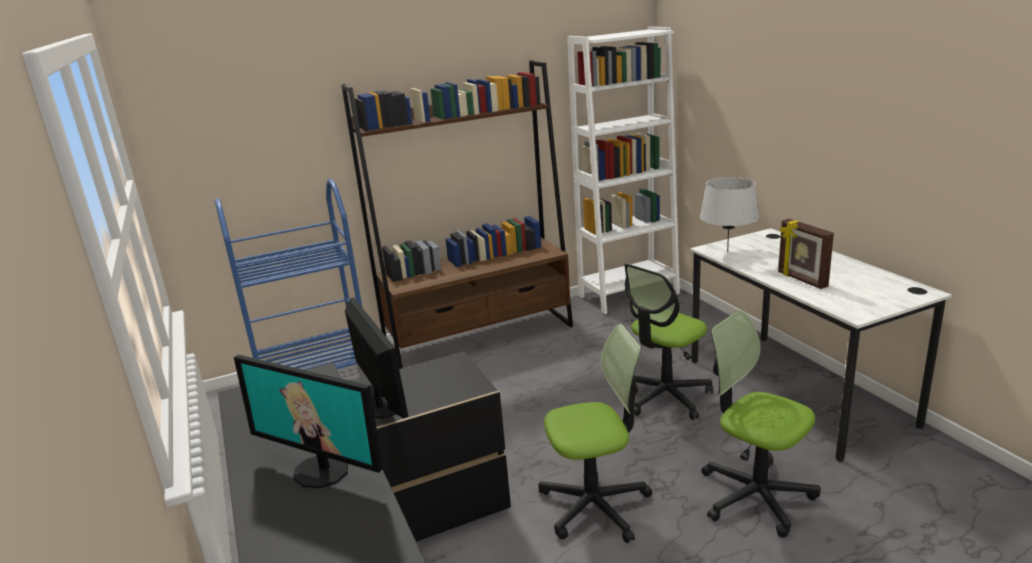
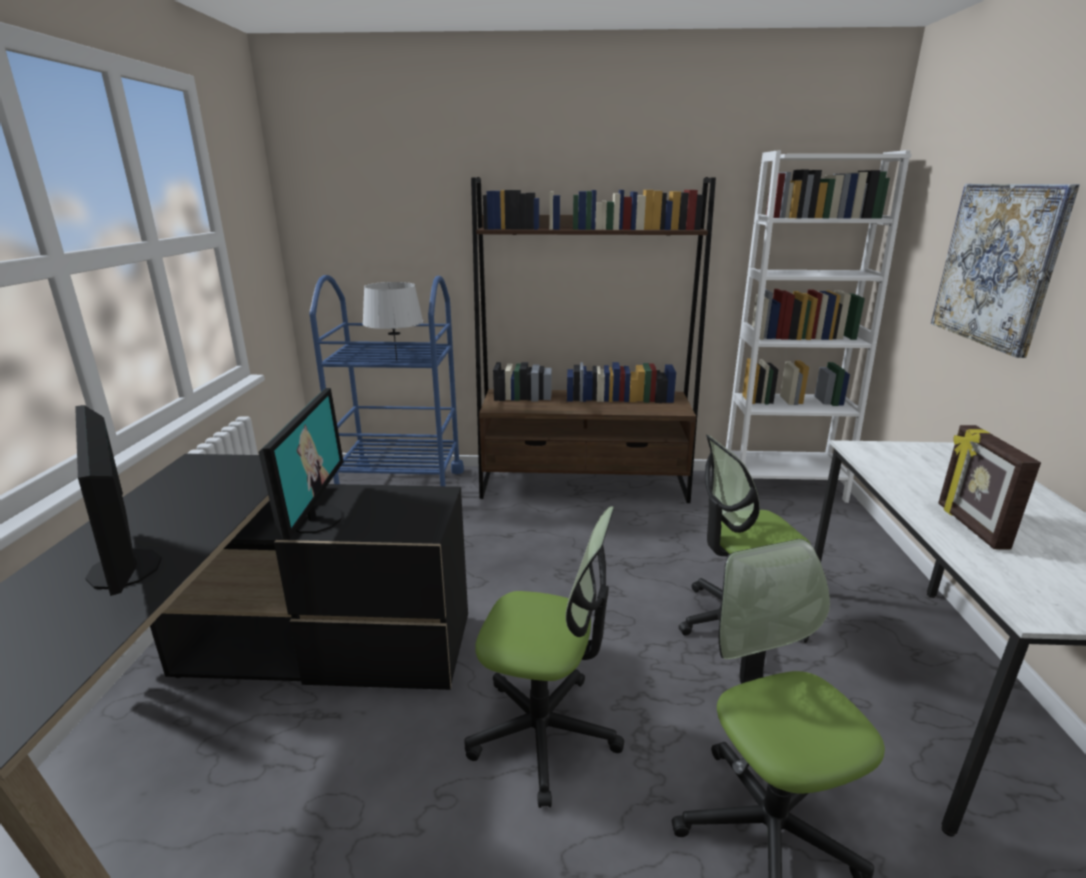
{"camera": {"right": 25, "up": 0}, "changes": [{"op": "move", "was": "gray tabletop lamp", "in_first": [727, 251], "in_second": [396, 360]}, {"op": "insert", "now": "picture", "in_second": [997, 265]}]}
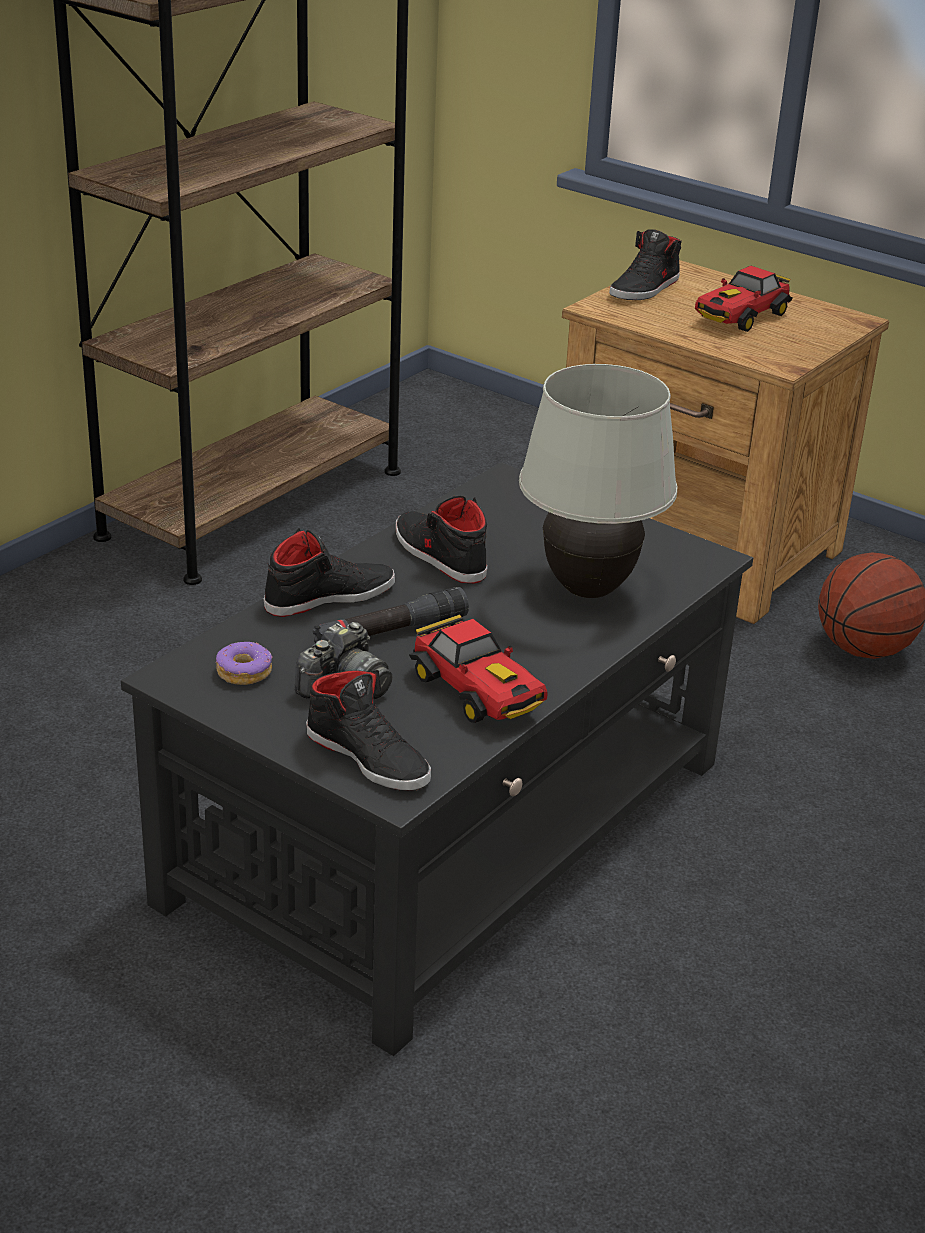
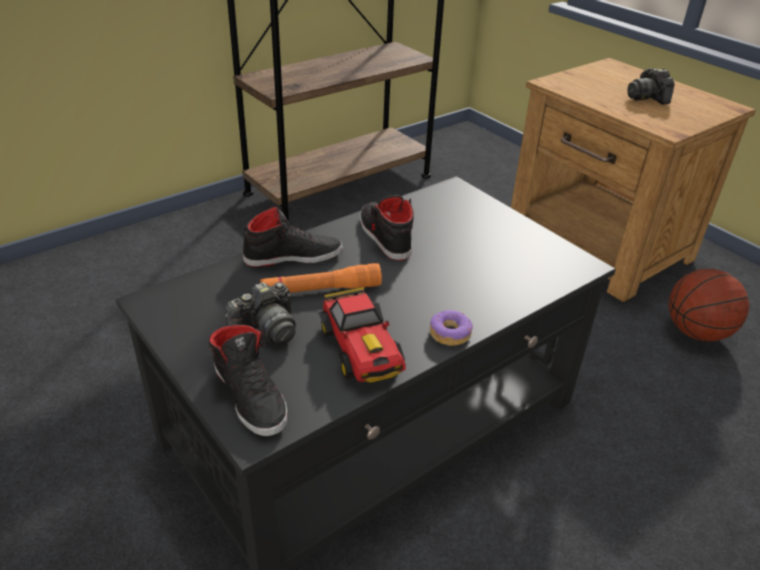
{"camera": {"right": 15, "up": 5}, "changes": [{"op": "delete", "was": "black shoe", "in_first": [645, 289]}, {"op": "replace", "was": "miniature car", "now": "still camera", "in_first": [740, 317], "in_second": [647, 97]}, {"op": "delete", "was": "whitish tabletop lamp", "in_first": [587, 589]}, {"op": "recolor", "was": "black hand torch", "now": "orangey hand torch", "in_first": [390, 632], "in_second": [321, 290]}, {"op": "move", "was": "ring doughnut", "in_first": [244, 672], "in_second": [450, 333]}]}
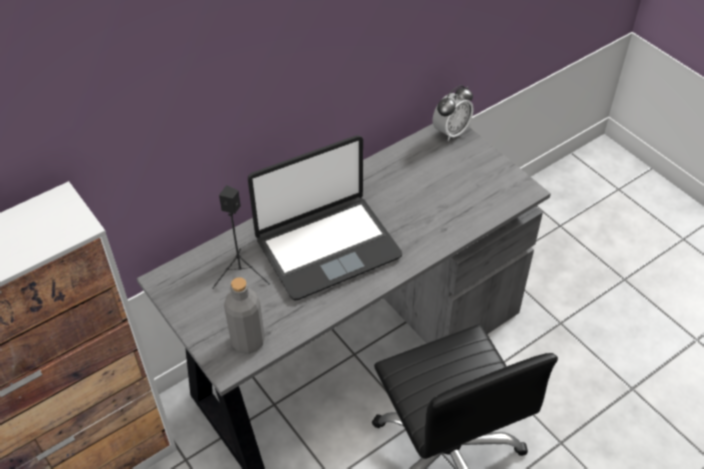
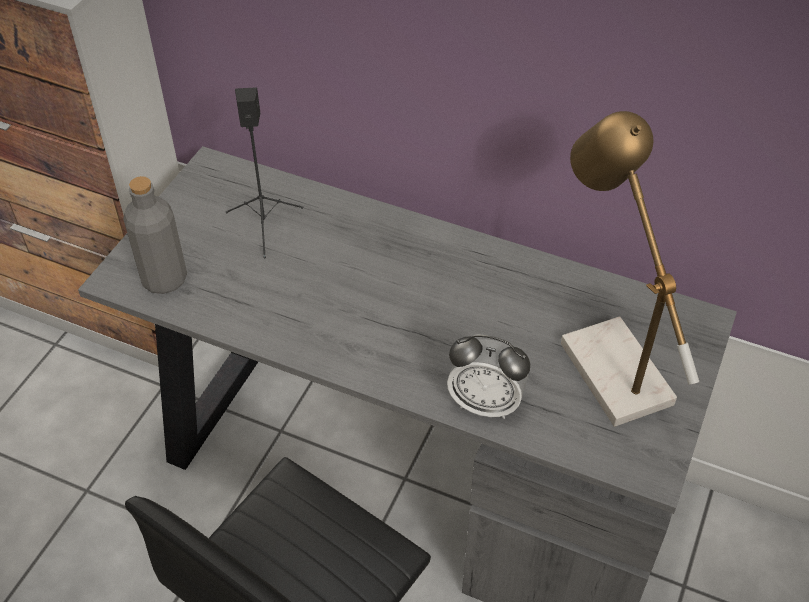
{"camera": {"right": 60, "up": 0}, "changes": [{"op": "move", "was": "table clock", "in_first": [451, 132], "in_second": [485, 403]}, {"op": "delete", "was": "notebook computer", "in_first": [327, 247]}, {"op": "insert", "now": "tabletop lamp", "in_second": [605, 361]}]}
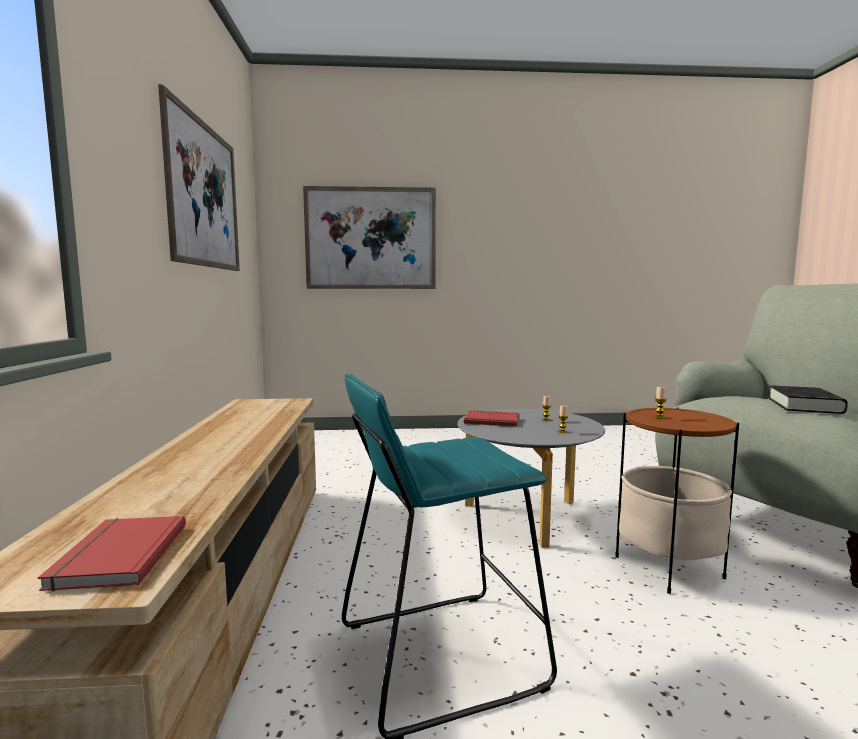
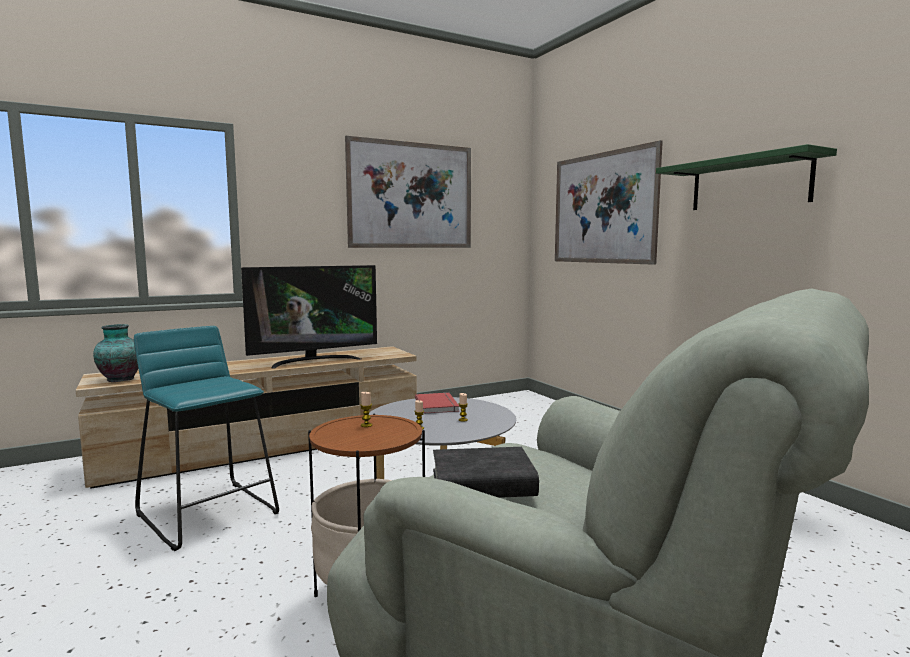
{"camera": {"right": 65, "up": 0}, "changes": [{"op": "replace", "was": "red-coloured book", "now": "flower vase", "in_first": [116, 556], "in_second": [119, 379]}, {"op": "insert", "now": "green shelf", "in_second": [749, 183]}, {"op": "insert", "now": "television", "in_second": [314, 361]}]}
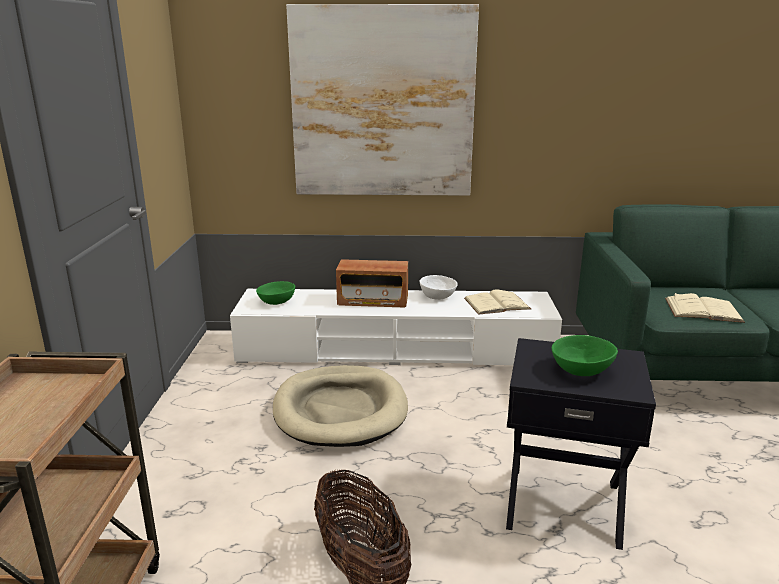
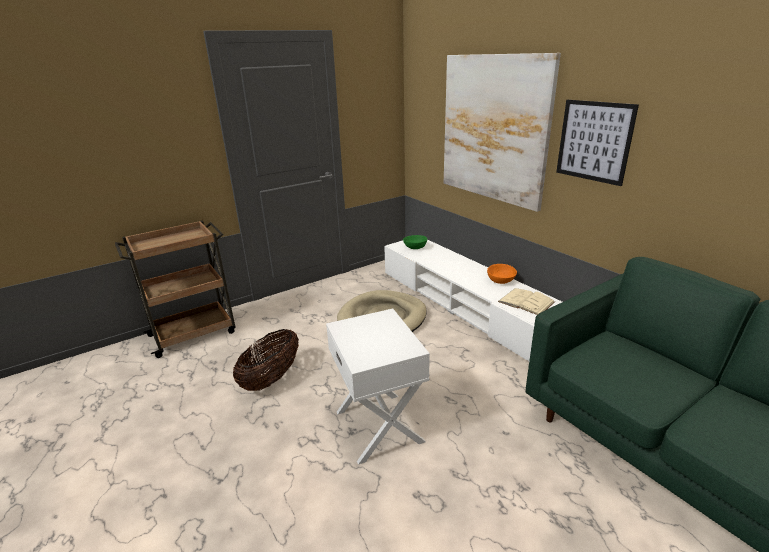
{"camera": {"right": 55, "up": 5}, "changes": [{"op": "delete", "was": "radio", "in_first": [373, 301]}, {"op": "recolor", "was": "whitish serving bowl", "now": "orangey serving bowl", "in_first": [437, 296], "in_second": [500, 280]}, {"op": "delete", "was": "beige book", "in_first": [703, 310]}, {"op": "delete", "was": "green serving bowl", "in_first": [582, 370]}, {"op": "recolor", "was": "black end table", "now": "whitish end table", "in_first": [563, 503], "in_second": [380, 426]}, {"op": "insert", "now": "picture", "in_second": [594, 141]}]}
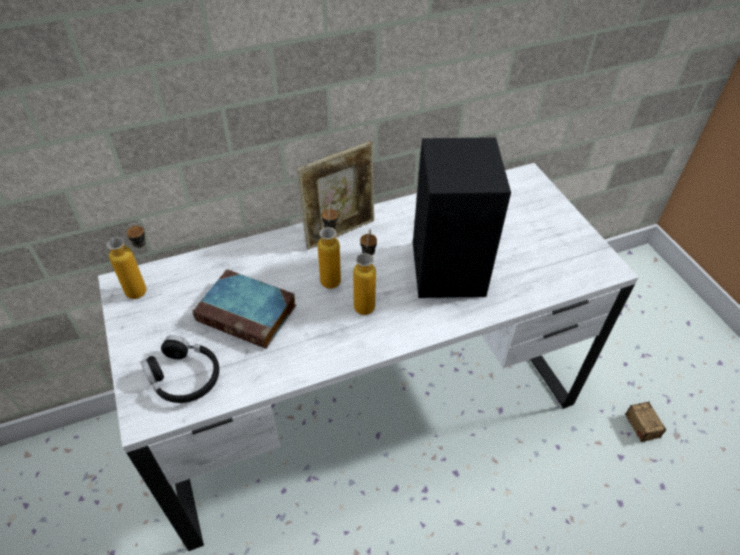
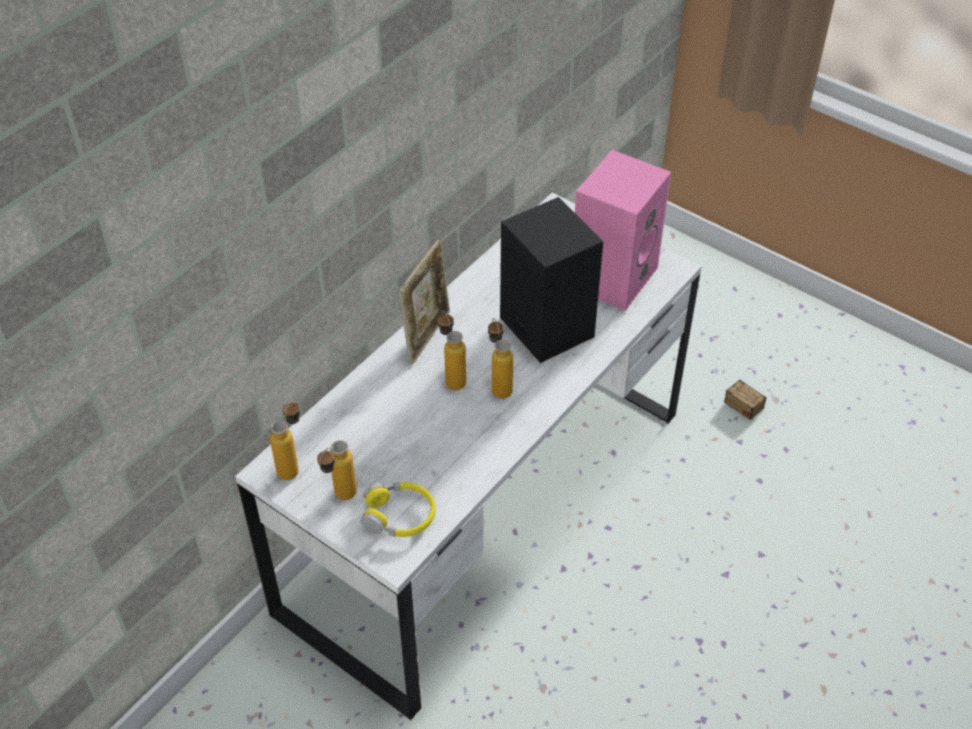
{"camera": {"right": -30, "up": 0}, "changes": [{"op": "delete", "was": "book", "in_first": [249, 313]}, {"op": "recolor", "was": "black headset", "now": "yellow-coloured headset", "in_first": [184, 377], "in_second": [399, 516]}, {"op": "insert", "now": "pinkish audio speaker", "in_second": [613, 275]}, {"op": "insert", "now": "drink bottle", "in_second": [340, 498]}]}
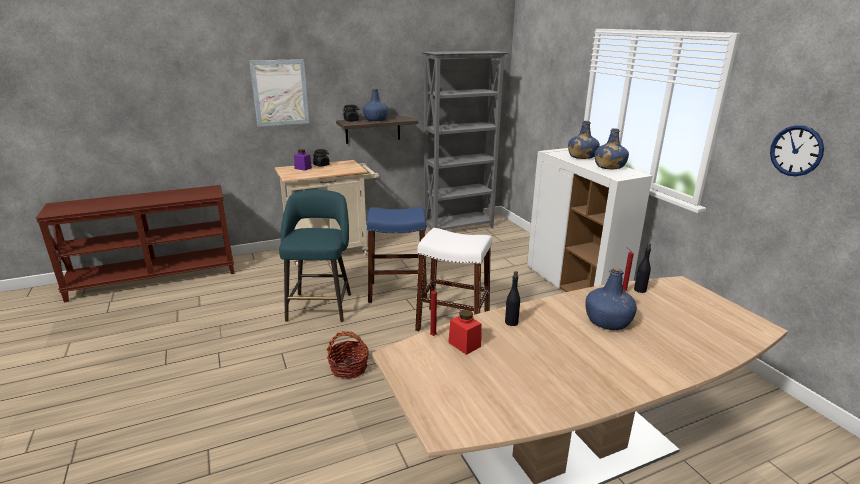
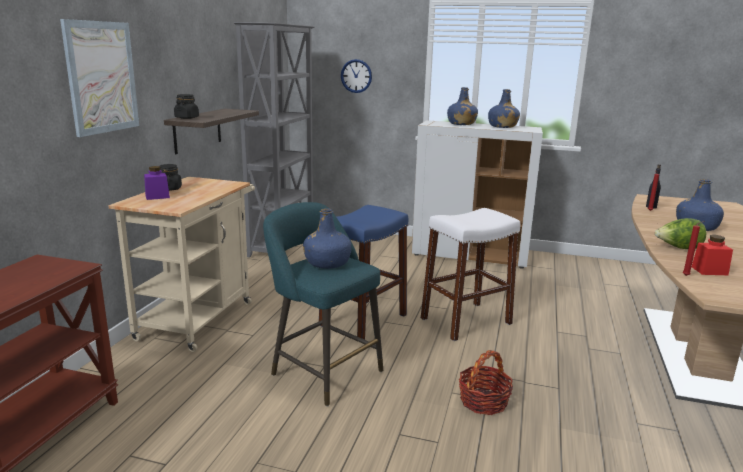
{"camera": {"right": -50, "up": -5}, "changes": [{"op": "move", "was": "blue drink bottle", "in_first": [376, 120], "in_second": [327, 263]}, {"op": "move", "was": "wall clock", "in_first": [796, 151], "in_second": [356, 76]}, {"op": "replace", "was": "black drink bottle", "now": "lettuce", "in_first": [511, 322], "in_second": [678, 248]}]}
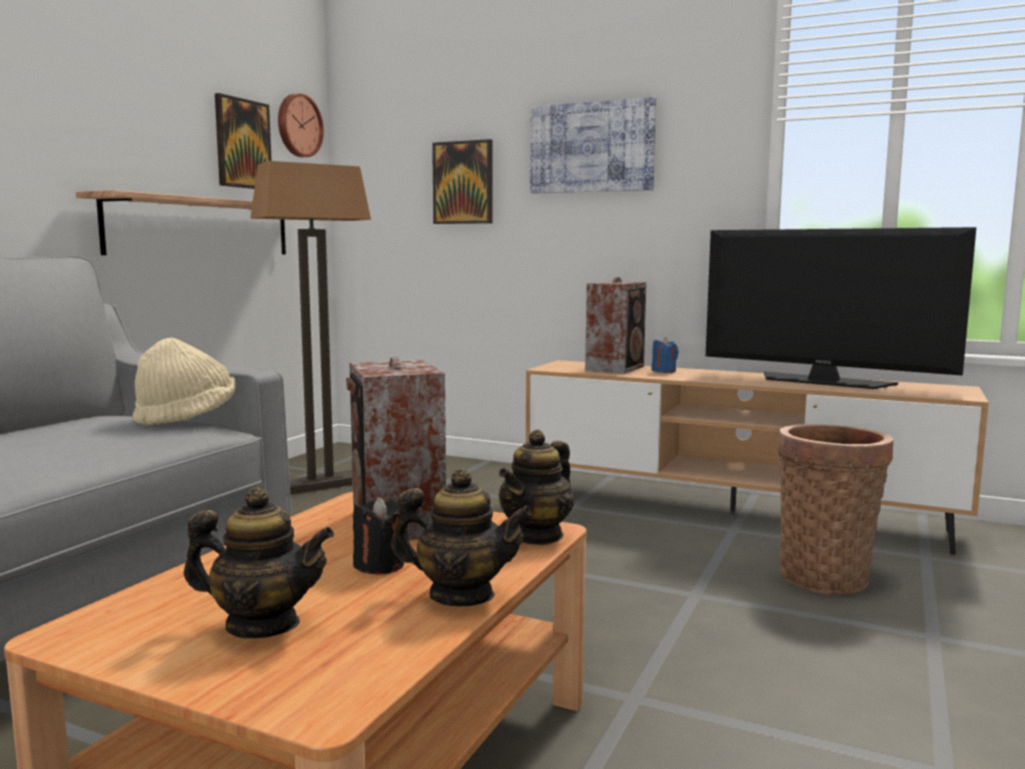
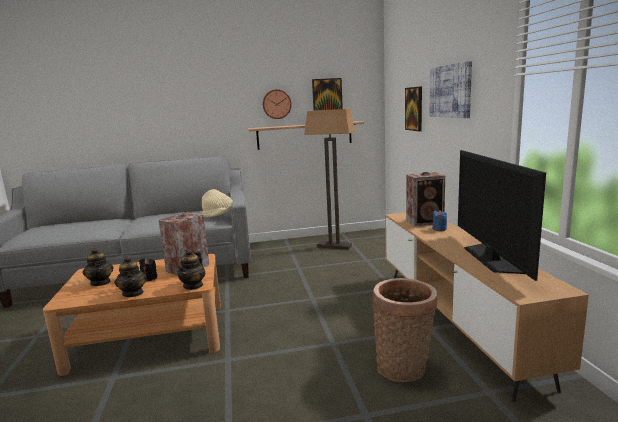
{"camera": {"right": 55, "up": 5}, "changes": [{"op": "move", "was": "wall clock", "in_first": [298, 125], "in_second": [276, 104]}, {"op": "rotate", "was": "pot for tea", "in_first": [537, 535], "in_second": [193, 286], "clockwise": -75}]}
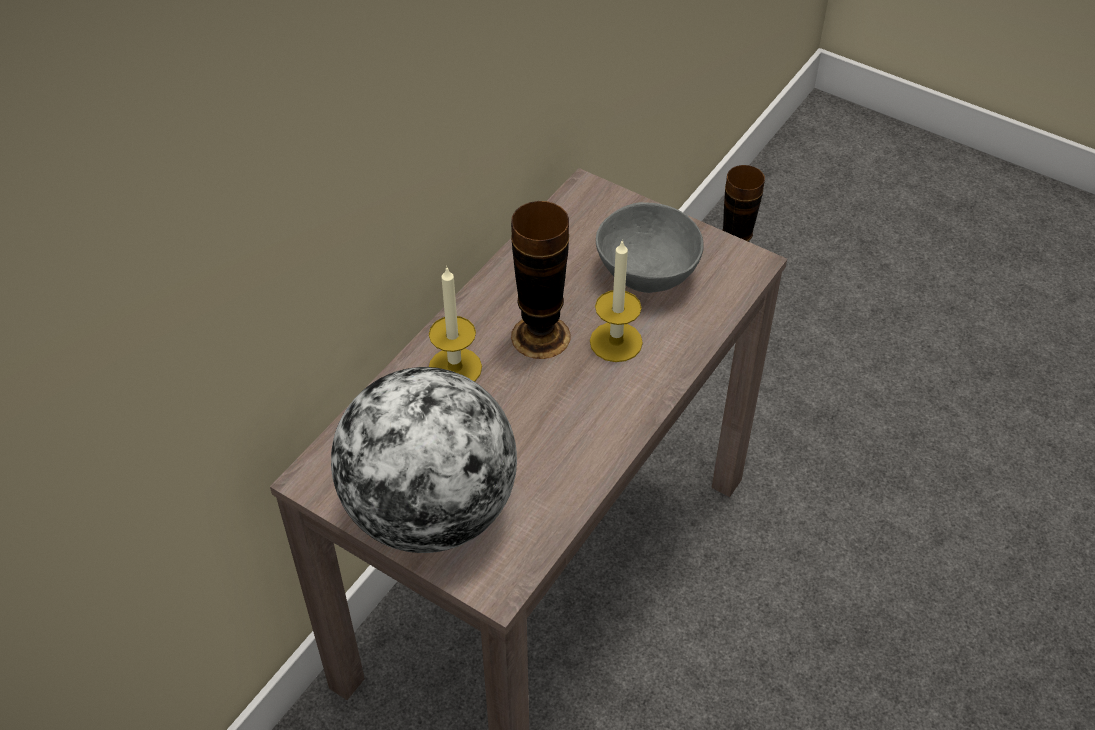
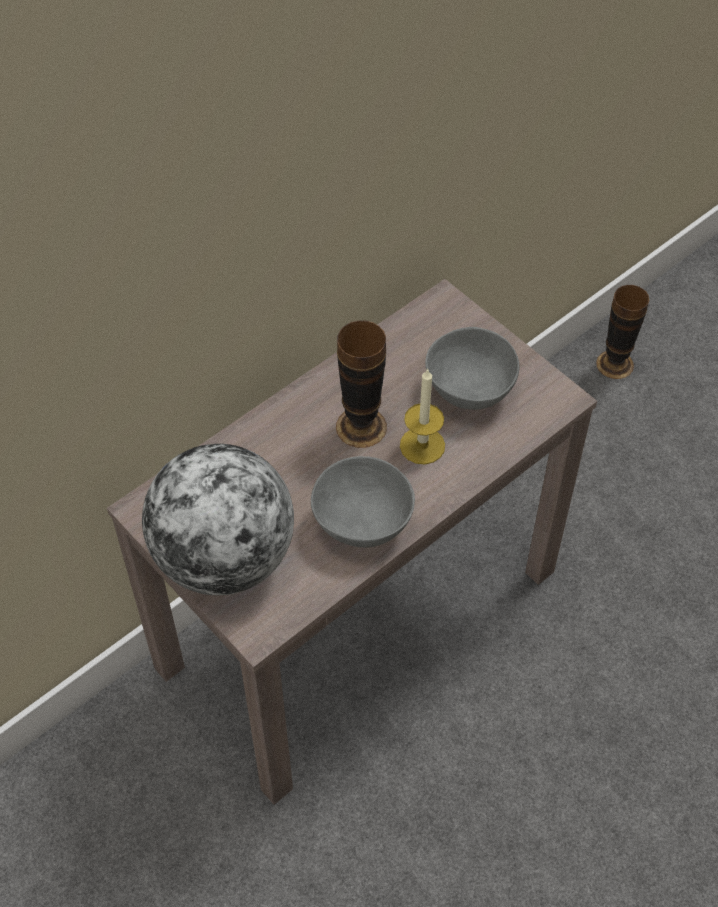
{"camera": {"right": 15, "up": 5}, "changes": [{"op": "delete", "was": "candle", "in_first": [455, 368]}, {"op": "insert", "now": "gray serving bowl", "in_second": [360, 522]}]}
